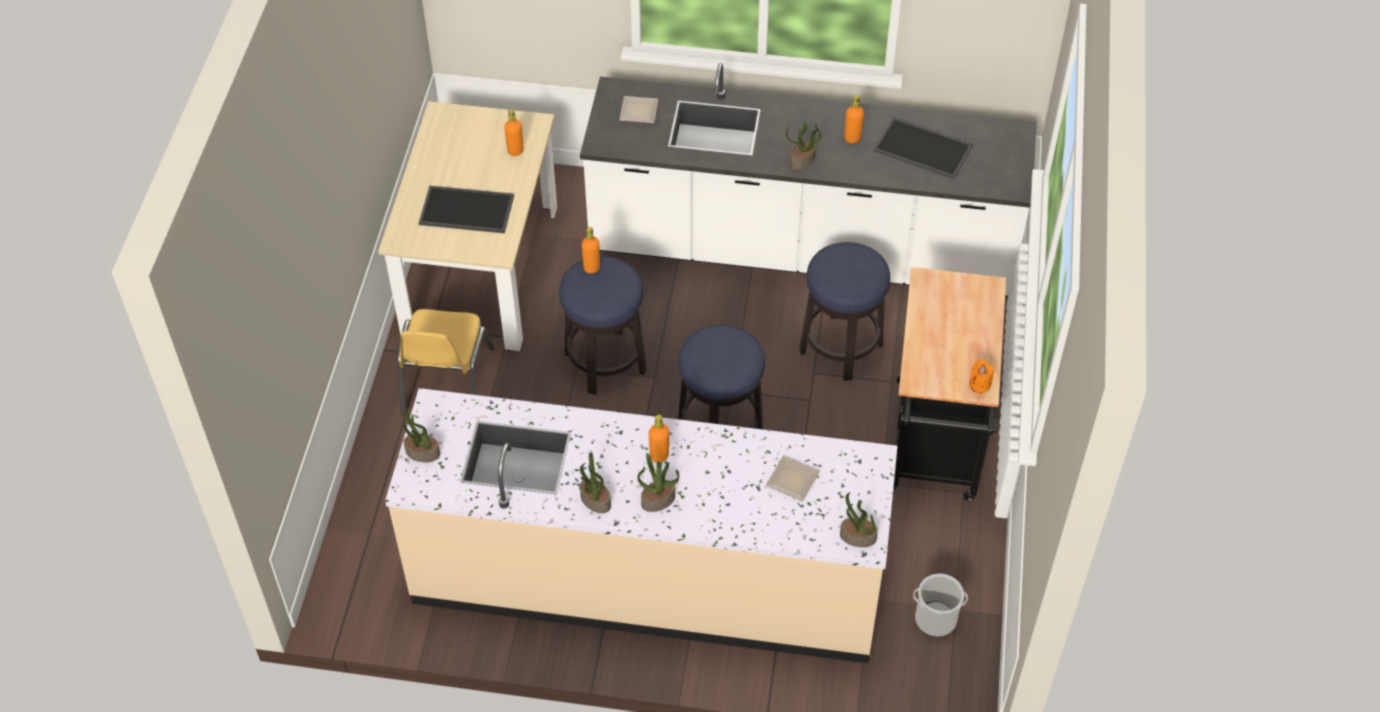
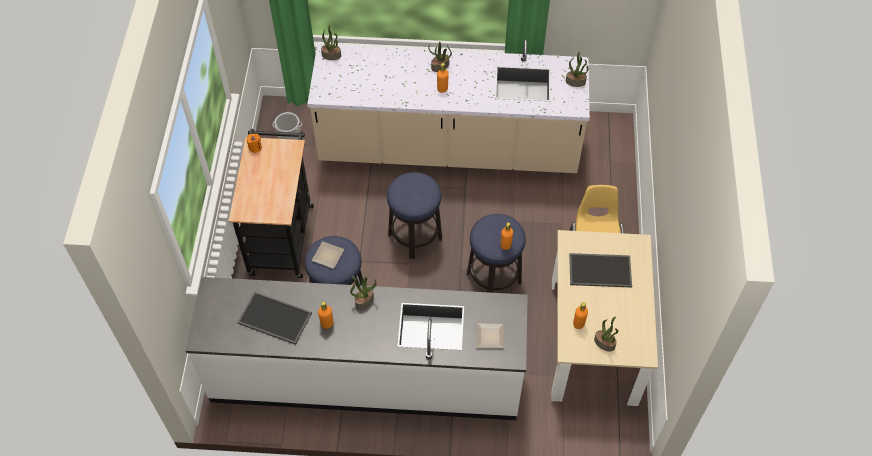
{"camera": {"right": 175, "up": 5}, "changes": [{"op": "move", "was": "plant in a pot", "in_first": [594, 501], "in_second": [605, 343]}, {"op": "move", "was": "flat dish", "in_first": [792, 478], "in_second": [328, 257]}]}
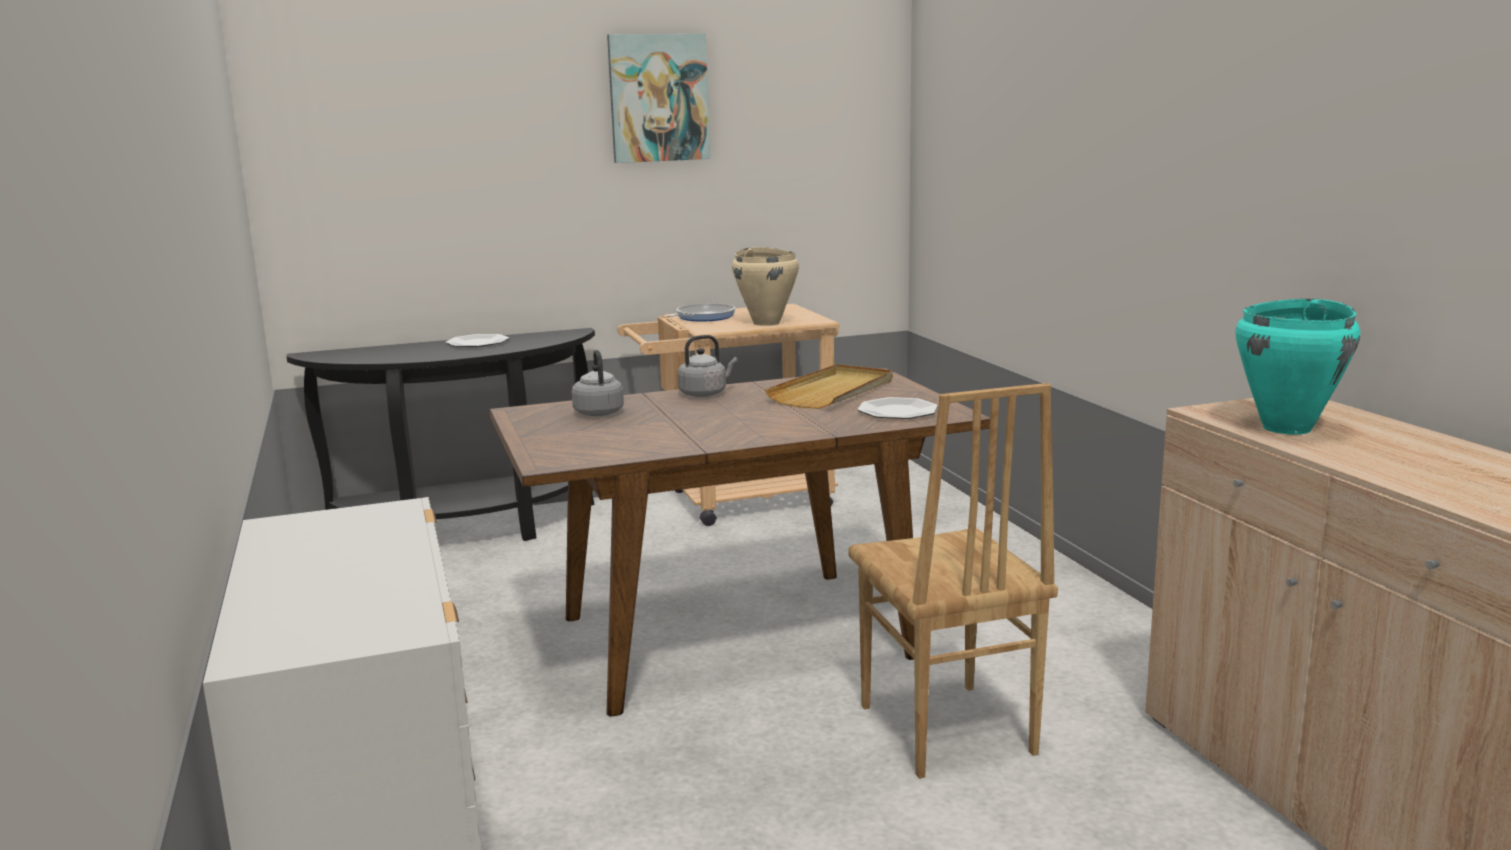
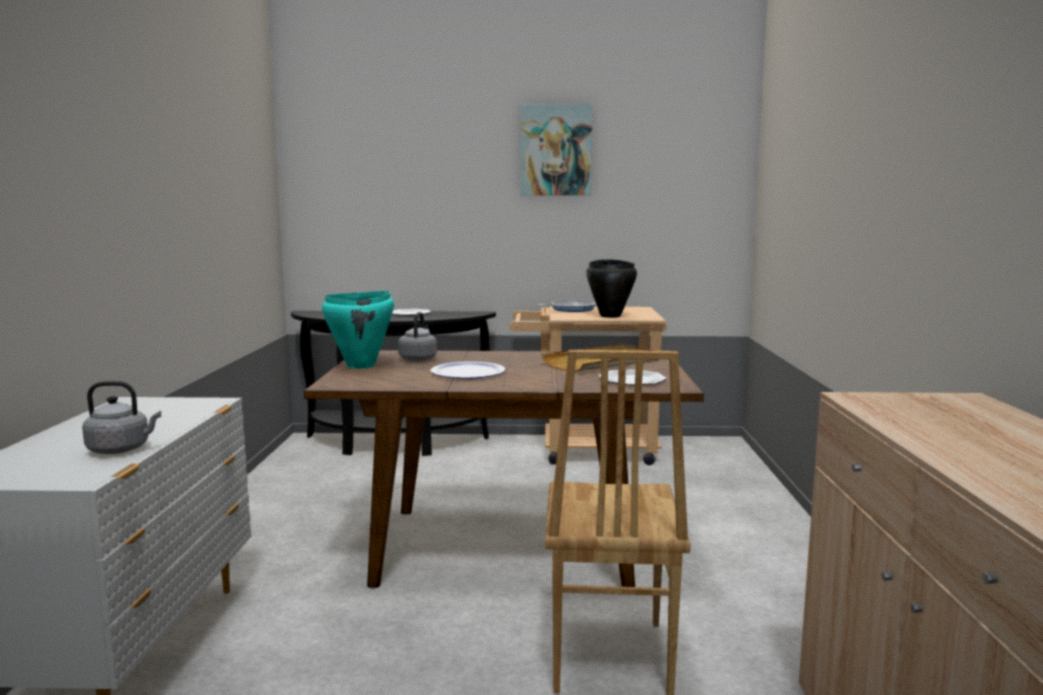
{"camera": {"right": 20, "up": -5}, "changes": [{"op": "recolor", "was": "beige cooking pot", "now": "black cooking pot", "in_first": [766, 323], "in_second": [610, 316]}, {"op": "move", "was": "blue-green cooking pot", "in_first": [1288, 428], "in_second": [361, 366]}, {"op": "move", "was": "gray water kettle", "in_first": [705, 393], "in_second": [122, 449]}, {"op": "insert", "now": "flat dish", "in_second": [468, 373]}]}
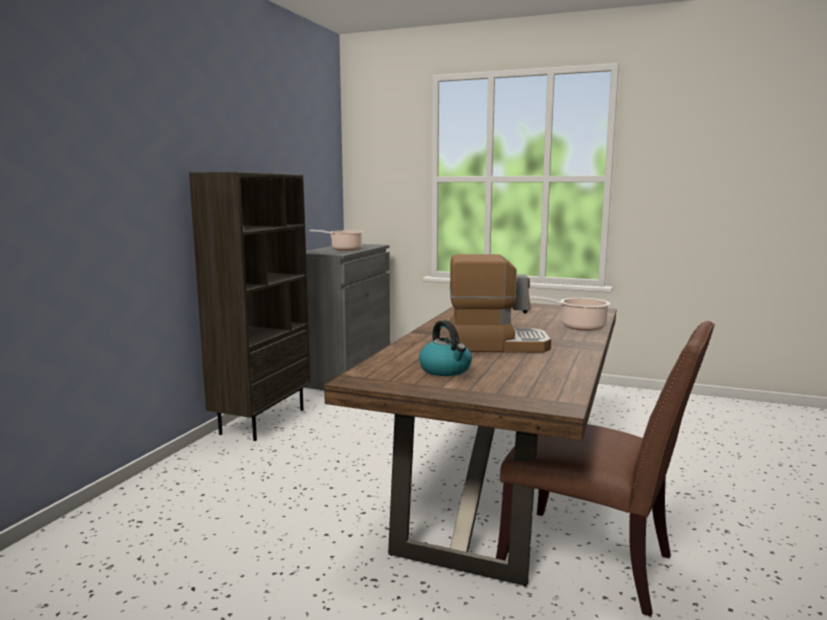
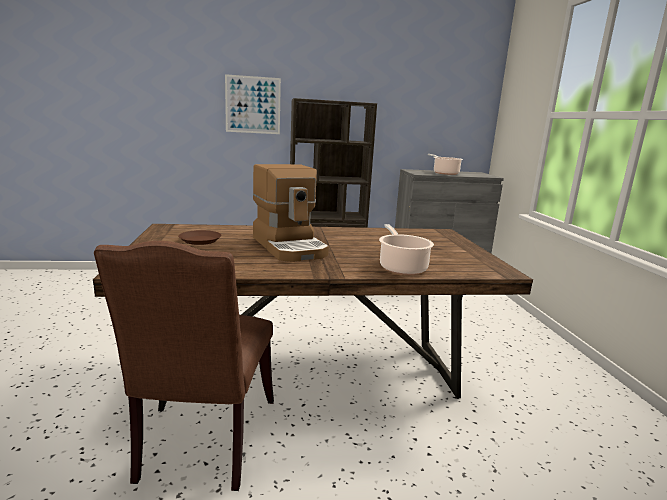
{"camera": {"right": 60, "up": 5}, "changes": [{"op": "replace", "was": "water kettle", "now": "brown flat dish", "in_first": [446, 370], "in_second": [200, 240]}, {"op": "insert", "now": "picture", "in_second": [253, 105]}]}
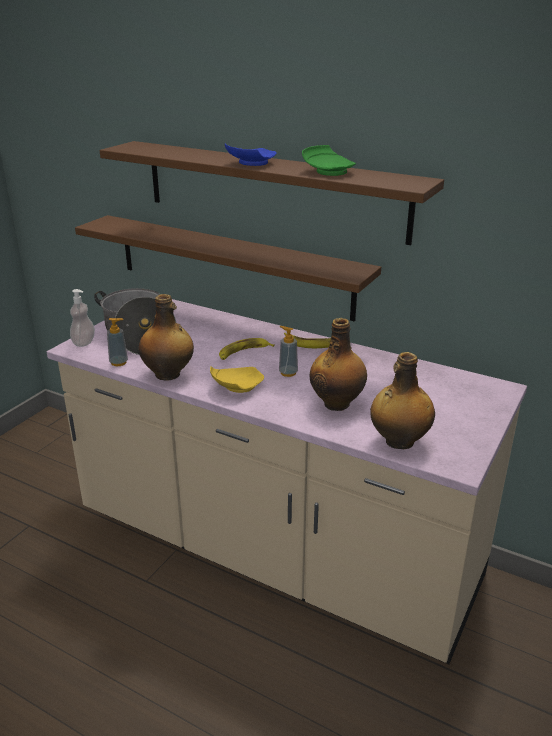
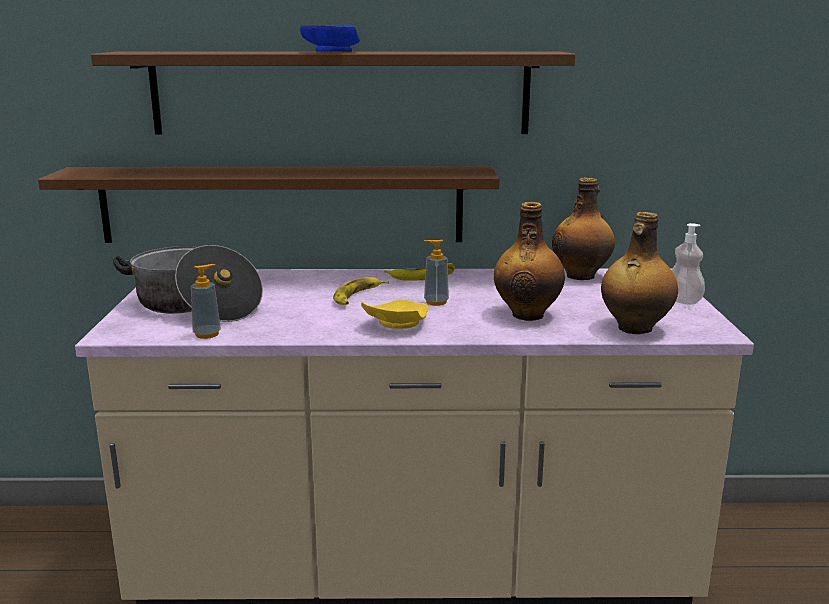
{"camera": {"right": -30, "up": -10}, "changes": [{"op": "delete", "was": "green flat dish", "in_first": [328, 171]}, {"op": "move", "was": "soap dispenser", "in_first": [84, 342], "in_second": [683, 301]}, {"op": "move", "was": "drink bottle", "in_first": [168, 374], "in_second": [581, 276]}]}
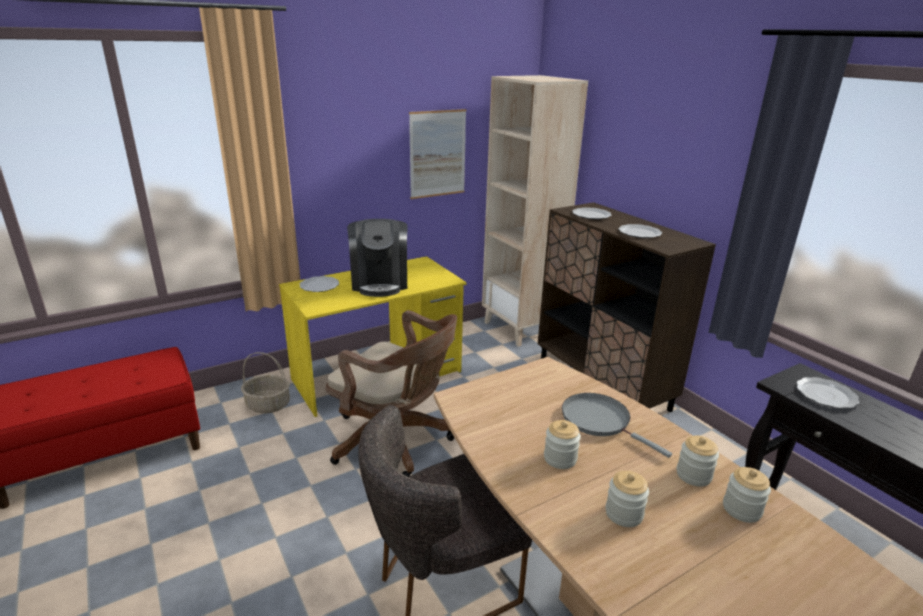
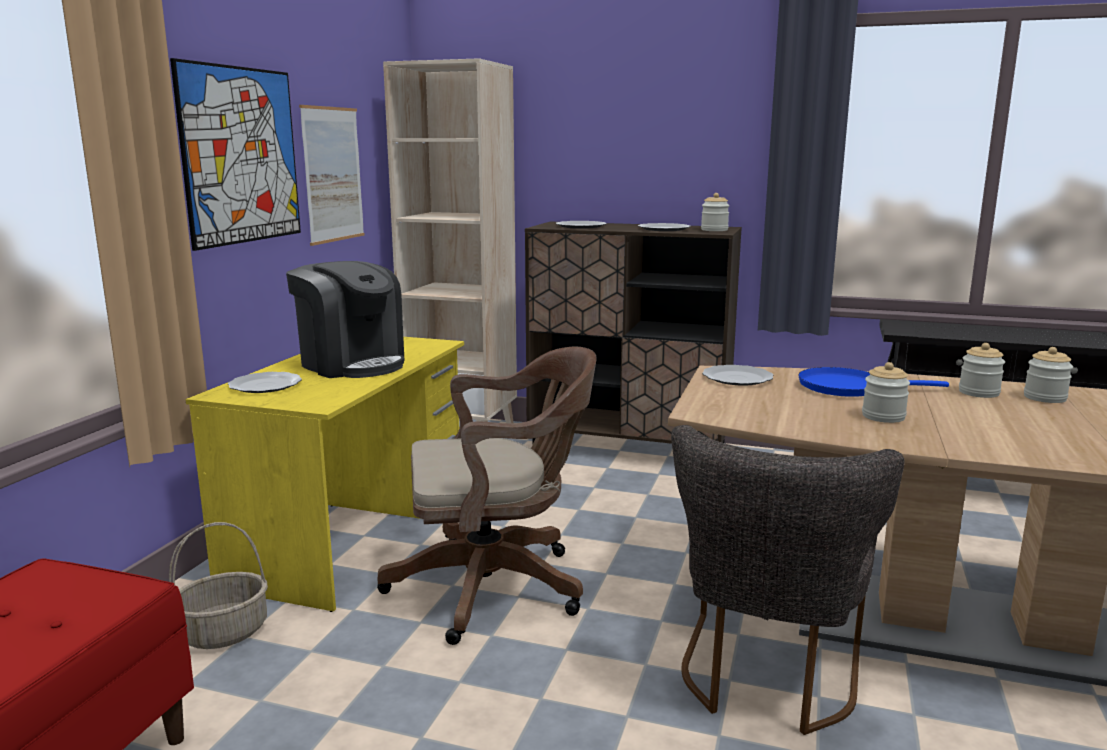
{"camera": {"right": -40, "up": -10}, "changes": [{"op": "move", "was": "flat dish", "in_first": [825, 395], "in_second": [736, 378]}, {"op": "recolor", "was": "gray pan", "now": "blue pan", "in_first": [599, 421], "in_second": [847, 387]}, {"op": "move", "was": "preserve jar", "in_first": [624, 513], "in_second": [714, 230]}, {"op": "insert", "now": "picture", "in_second": [241, 155]}]}
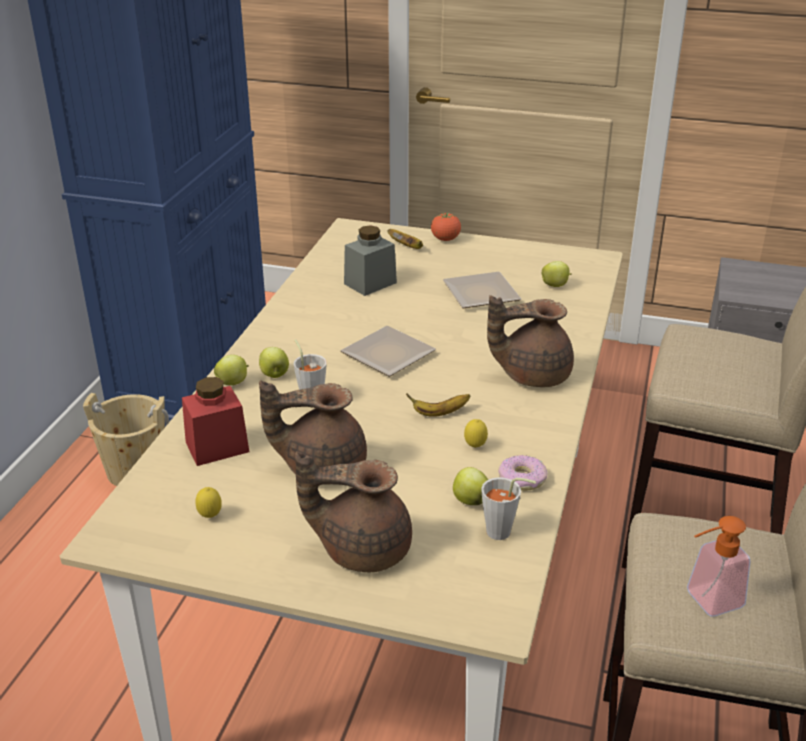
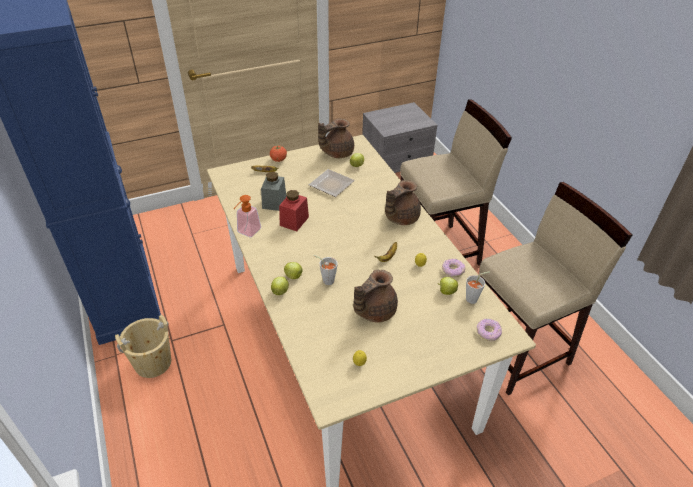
{"camera": {"right": -40, "up": 10}, "changes": [{"op": "delete", "was": "flat dish", "in_first": [391, 355]}, {"op": "move", "was": "red-coloured preserve jar", "in_first": [217, 447], "in_second": [294, 221]}, {"op": "move", "was": "brown pot for tea", "in_first": [362, 548], "in_second": [336, 153]}, {"op": "move", "was": "soap dispenser", "in_first": [706, 602], "in_second": [246, 232]}, {"op": "insert", "now": "ring doughnut", "in_second": [488, 332]}]}
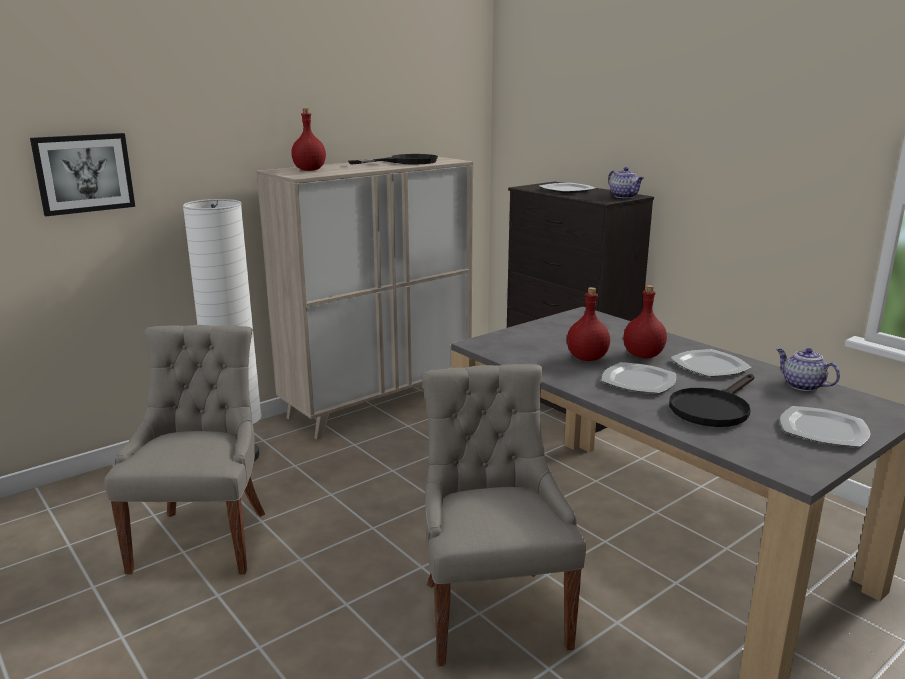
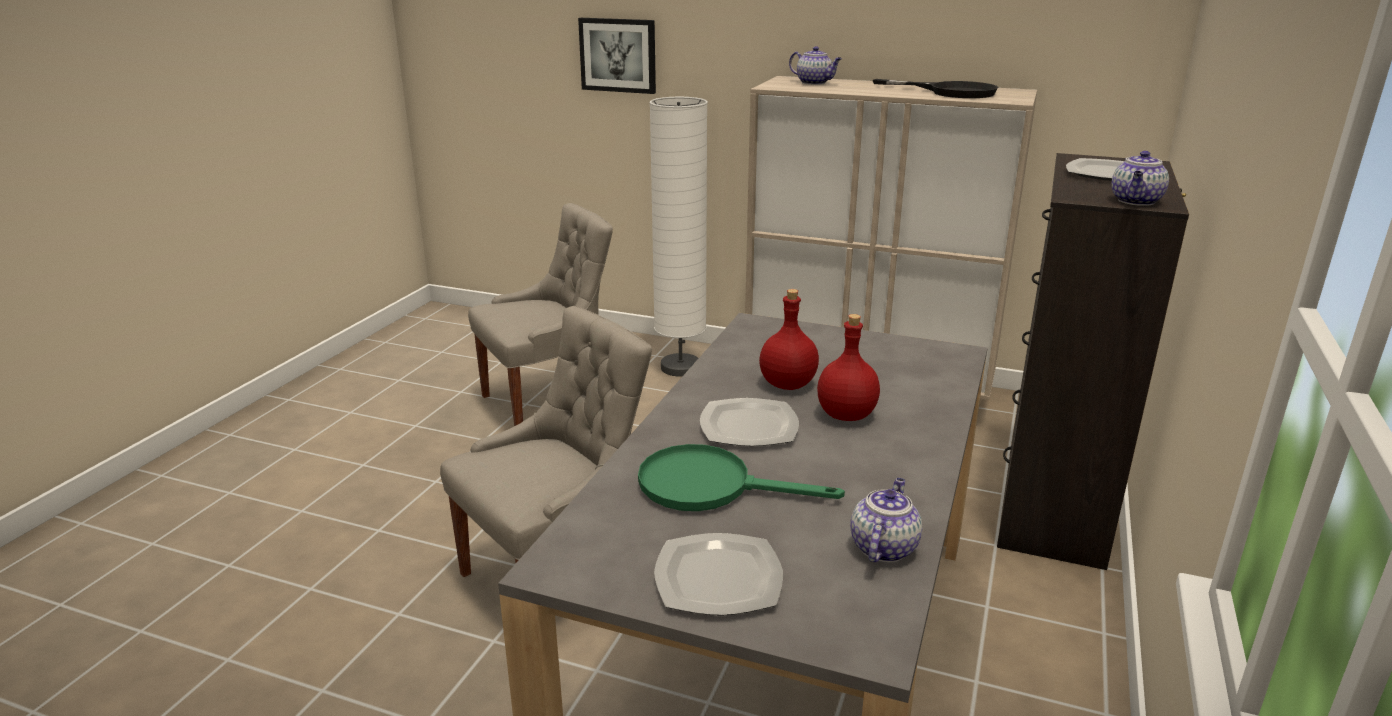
{"camera": {"right": 60, "up": 5}, "changes": [{"op": "replace", "was": "red-coloured drink bottle", "now": "pot for tea", "in_first": [309, 170], "in_second": [814, 83]}, {"op": "delete", "was": "flat dish", "in_first": [708, 366]}, {"op": "recolor", "was": "black pan", "now": "green pan", "in_first": [713, 408], "in_second": [710, 486]}]}
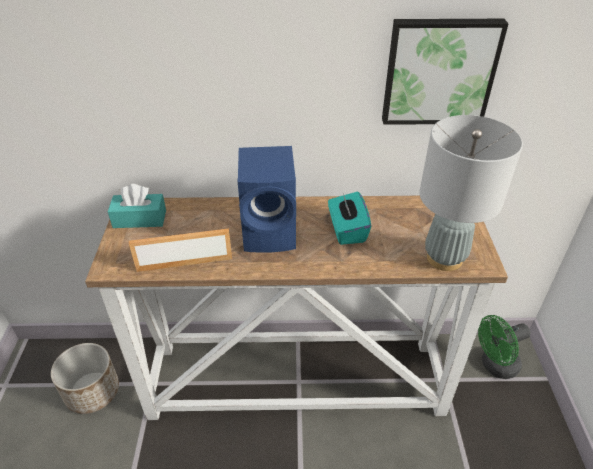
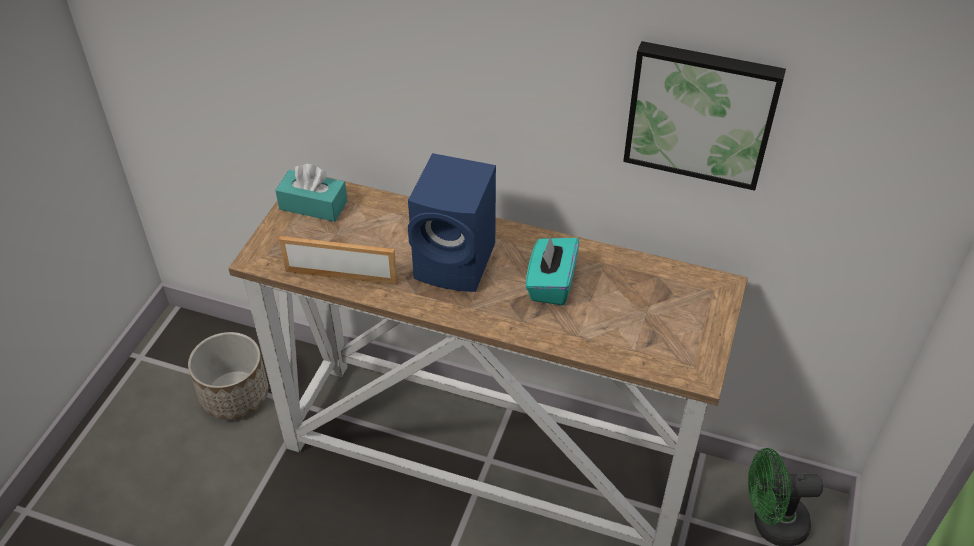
{"camera": {"right": 20, "up": 5}, "changes": [{"op": "delete", "was": "gray tabletop lamp", "in_first": [444, 258]}]}
